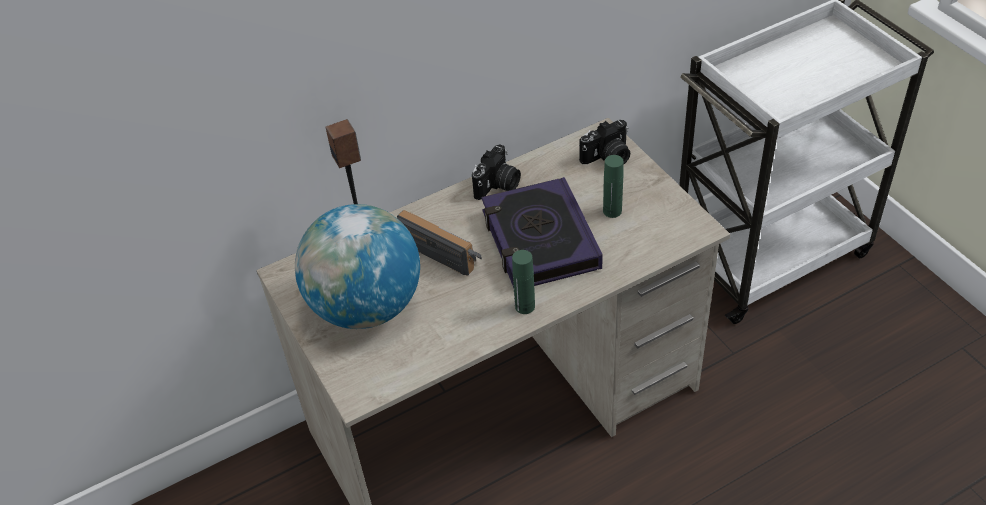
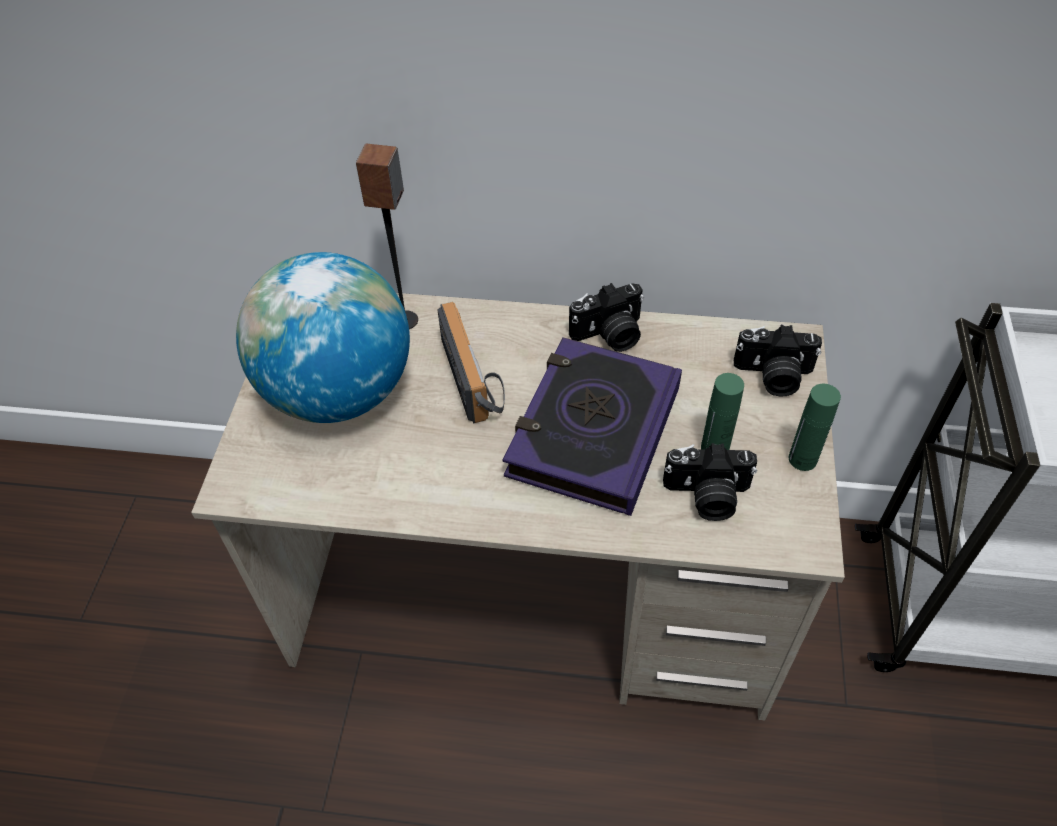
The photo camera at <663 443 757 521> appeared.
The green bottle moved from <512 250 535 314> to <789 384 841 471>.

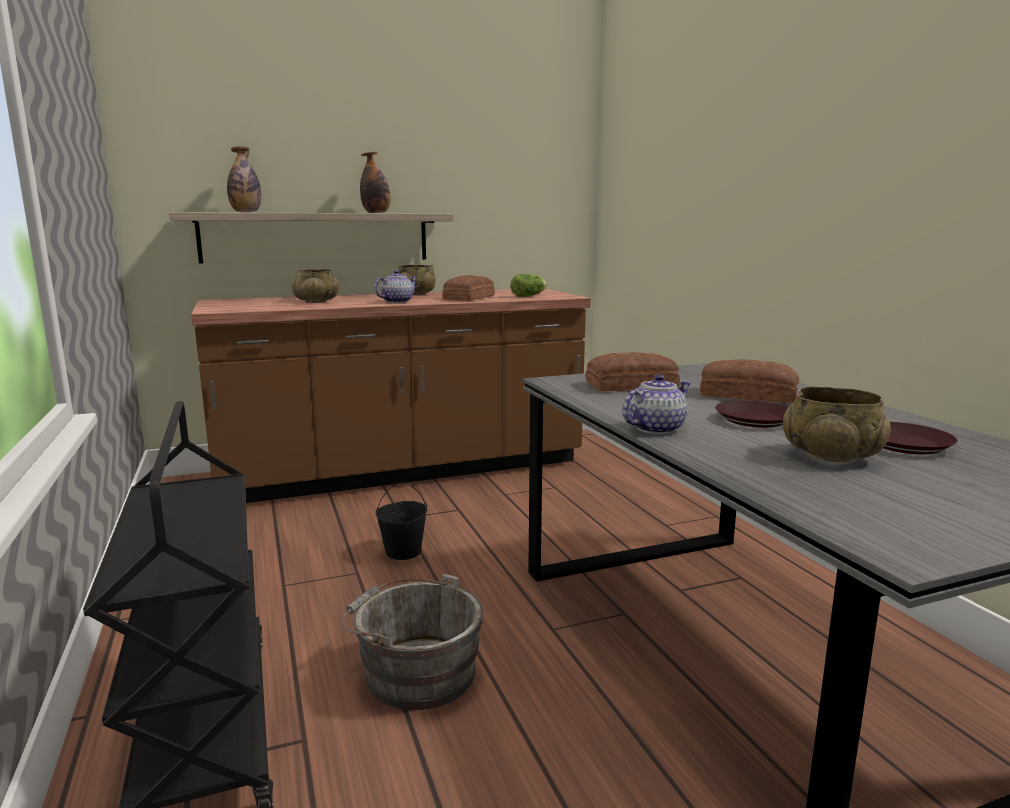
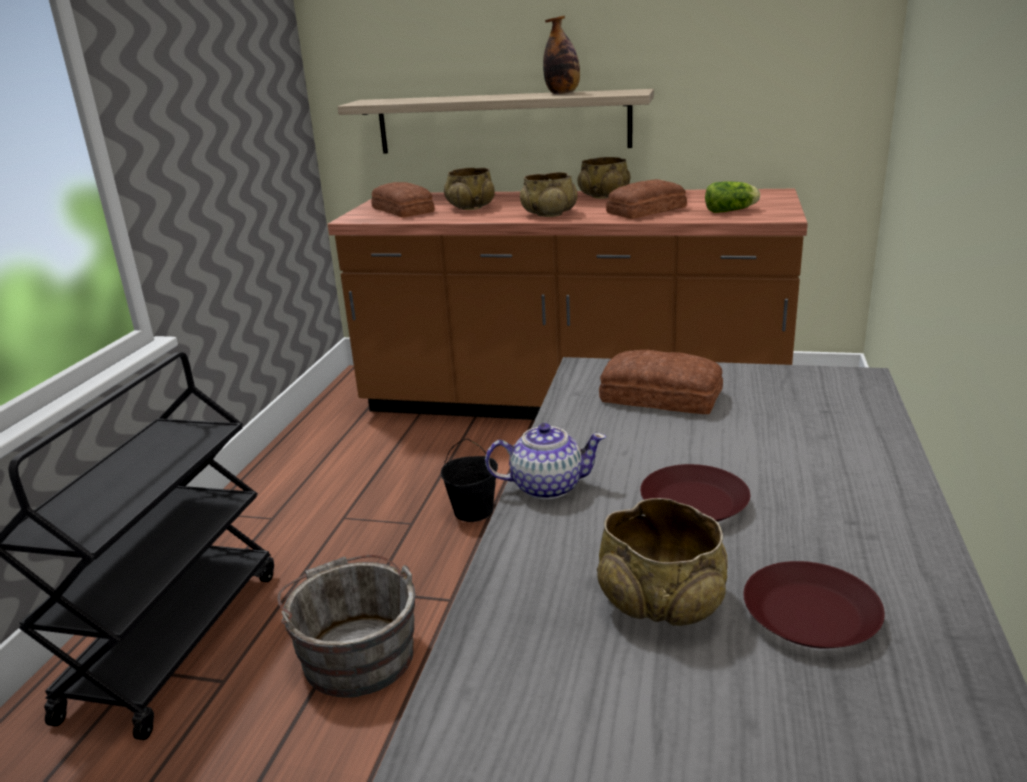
The bread moved from <700 359 799 403> to <371 182 435 217>.
The teapot at <375 270 417 303> was replaced by the beige bowl at <520 172 578 217>.
The bottle at <227 146 261 213> disappeared.

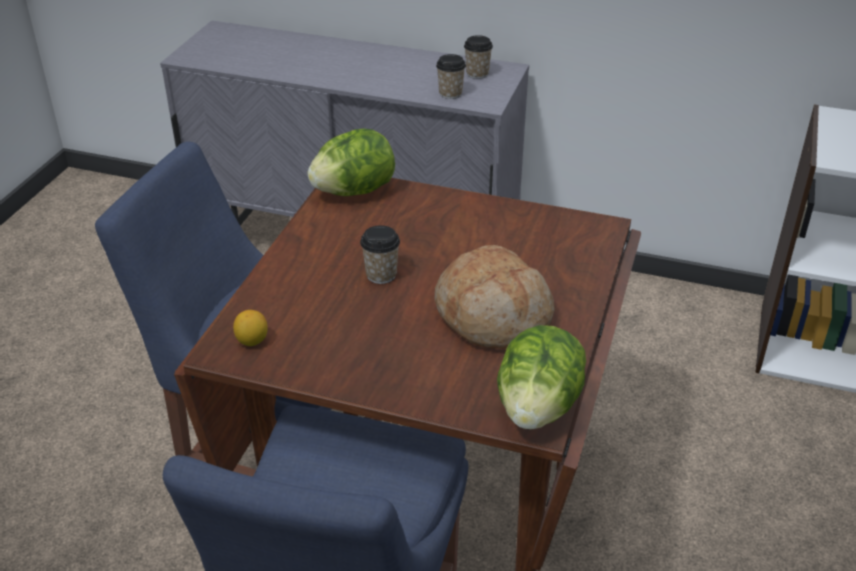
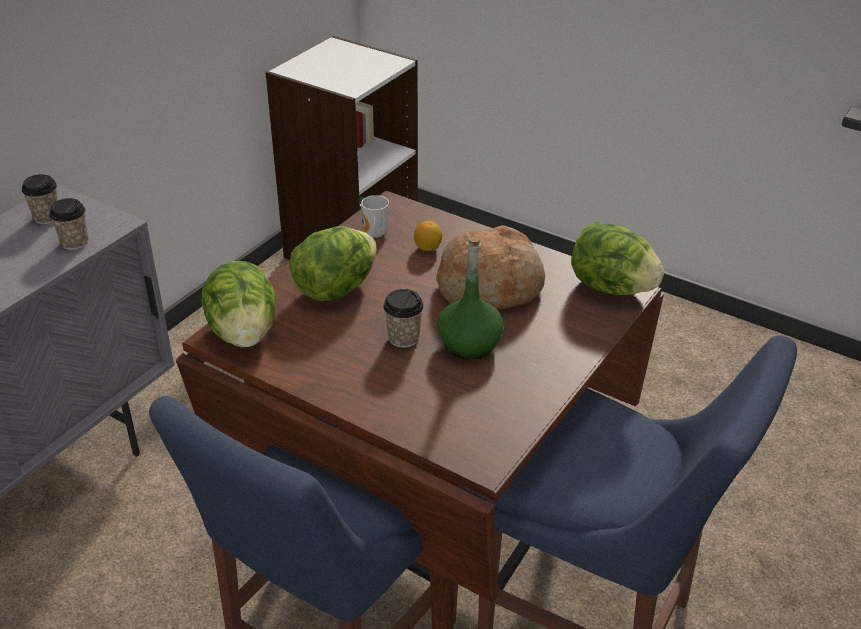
The lettuce at <289 226 377 301> appeared.
The mug at <361 195 389 238> appeared.
The lemon moved from <233 310 268 346> to <414 221 442 251>.
The green bottle at <437 237 504 359> appeared.

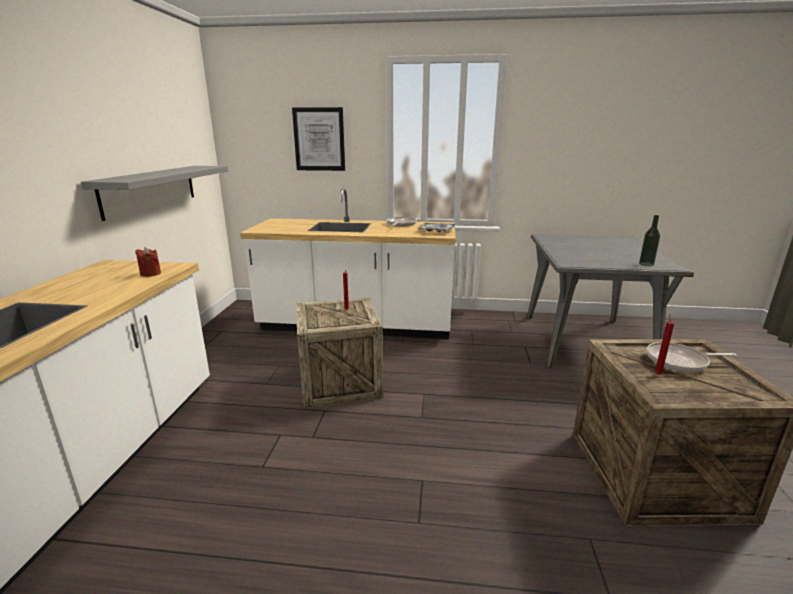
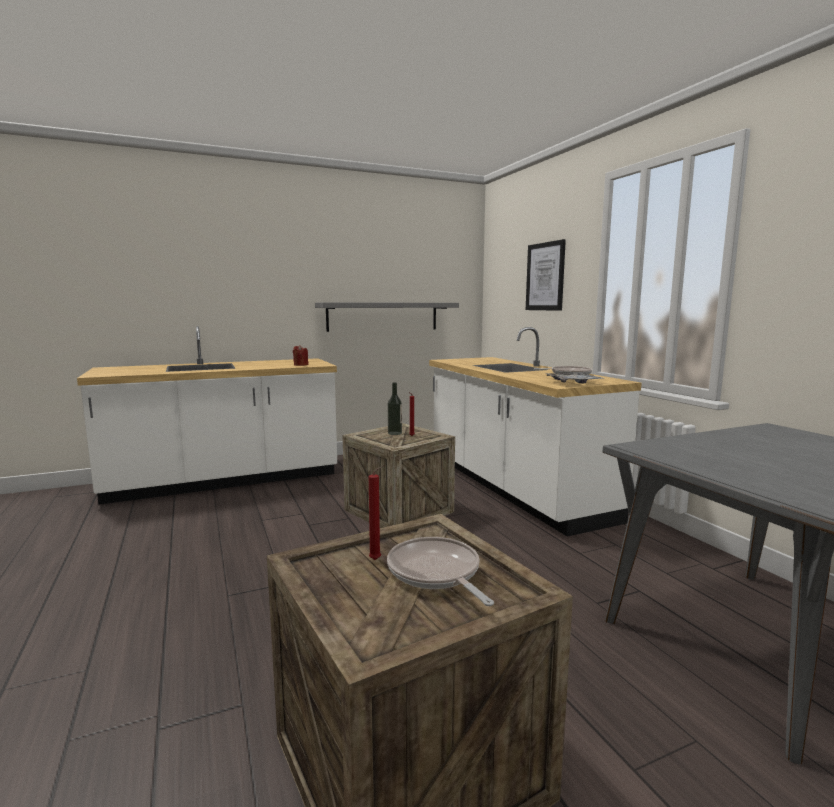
The bottle moved from <639 215 660 266> to <388 382 402 435>.

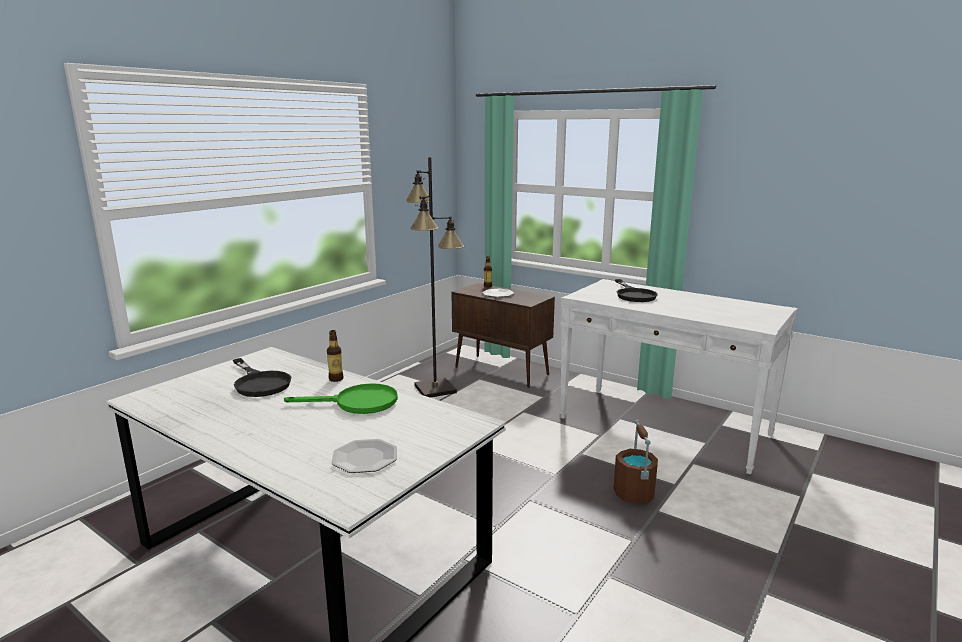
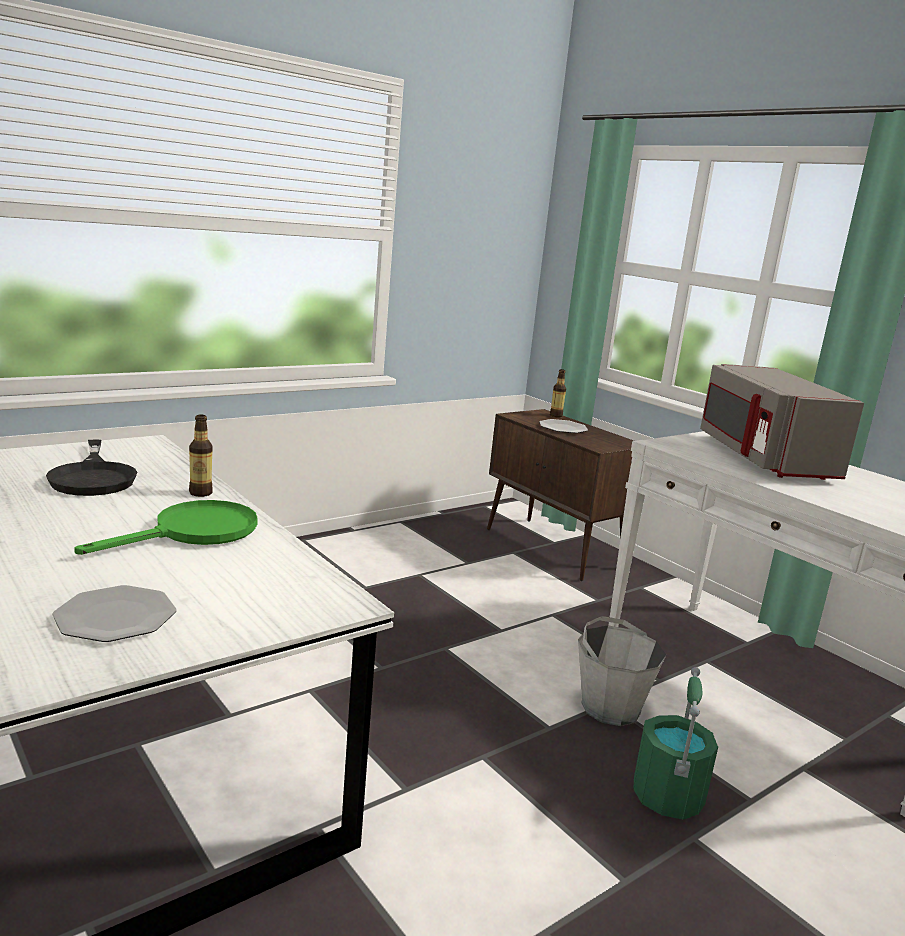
The green frying pan at <284 383 398 414> turned 60 degrees counterclockwise.
The grey bucket at <578 616 666 726> appeared.
The brown bucket at <613 420 658 504> became the green bucket at <633 667 718 820>.
The black frying pan at <615 279 658 302> was replaced by the grey microwave at <700 364 864 480>.
The black floor lamp at <405 157 464 398> disappeared.

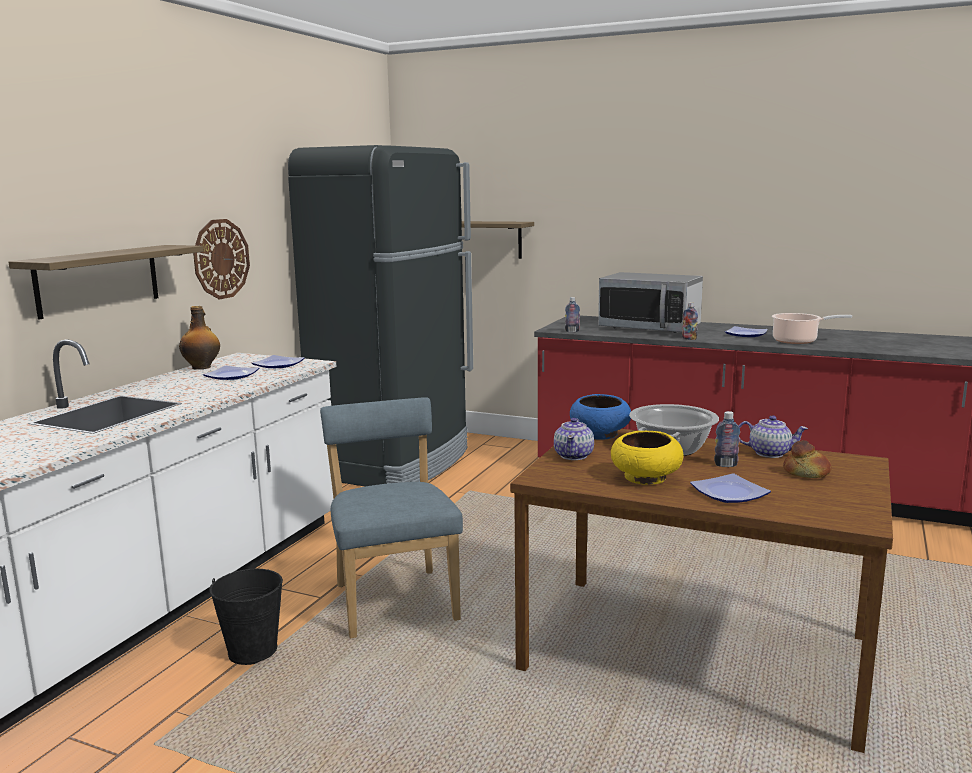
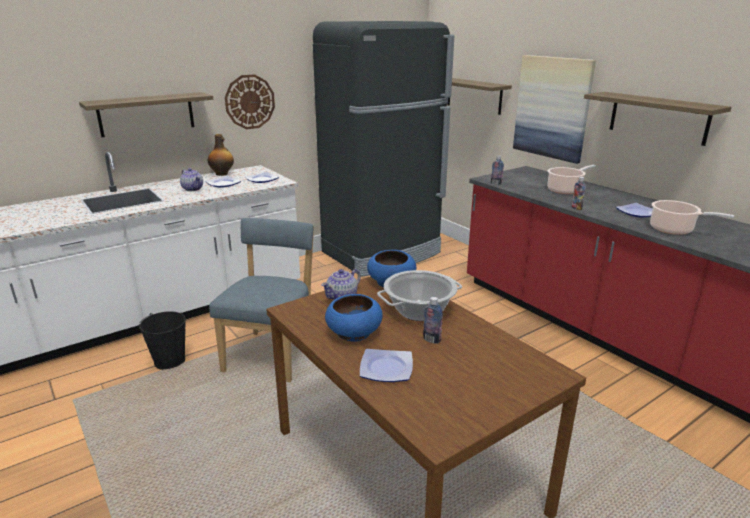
The teapot moved from <739 415 808 458> to <180 168 203 191>.
The yellow bowl at <611 431 684 485> became the blue bowl at <325 294 383 342>.
The picture at <513 55 596 164> appeared.
The microwave at <598 272 703 333> was replaced by the cooking pot at <547 165 596 194>.
The shelf at <584 92 732 146> appeared.
The bread at <783 440 832 478> disappeared.

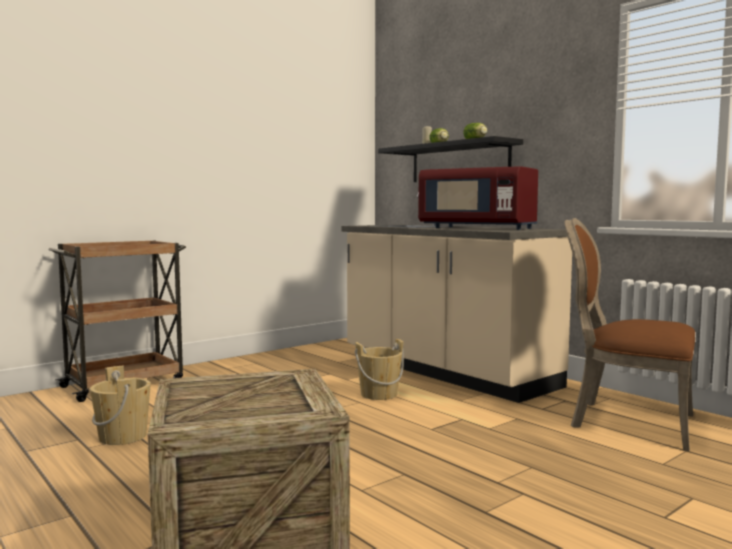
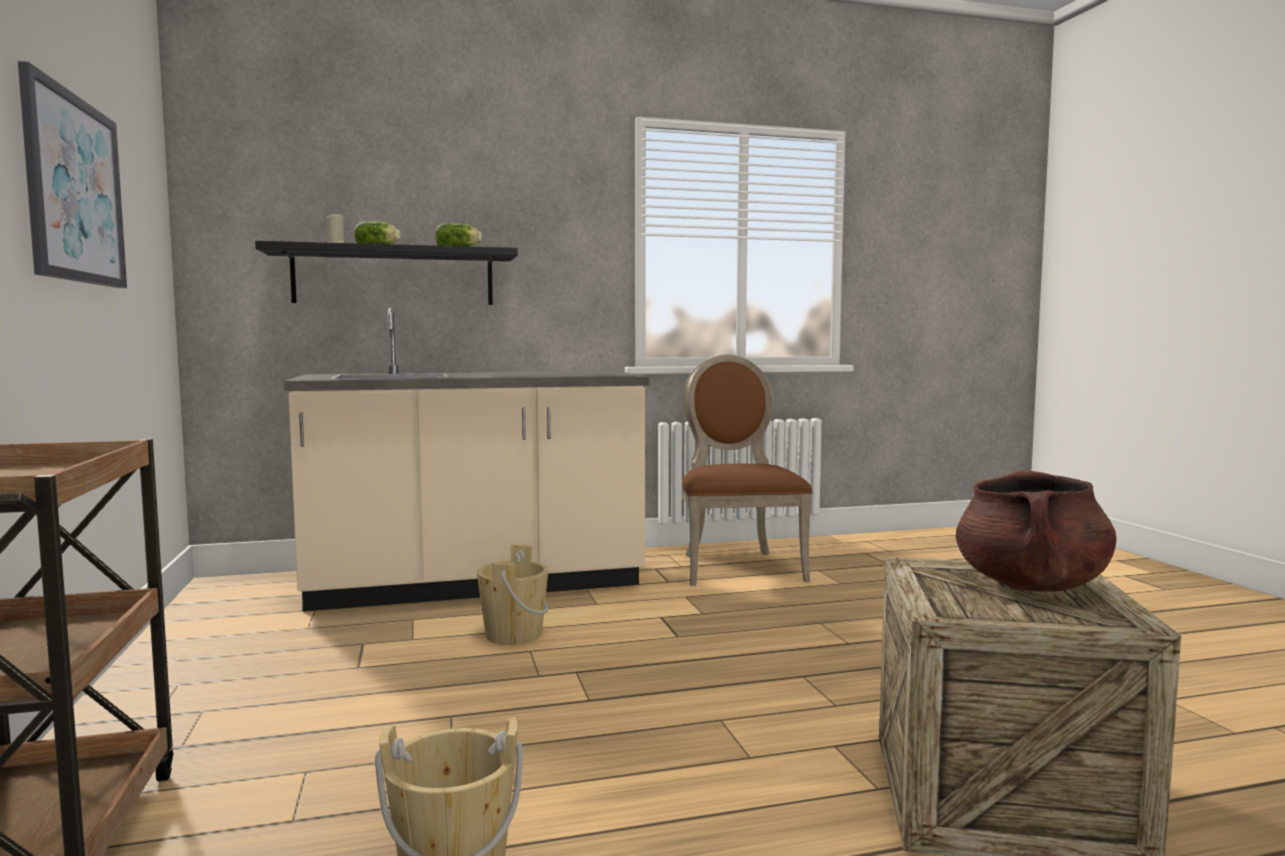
The picture at <18 61 127 288> appeared.
The brown chair at <564 218 695 451> turned 120 degrees clockwise.
The brown cooking pot at <956 471 1116 592> appeared.
The red microwave at <418 166 538 230> disappeared.

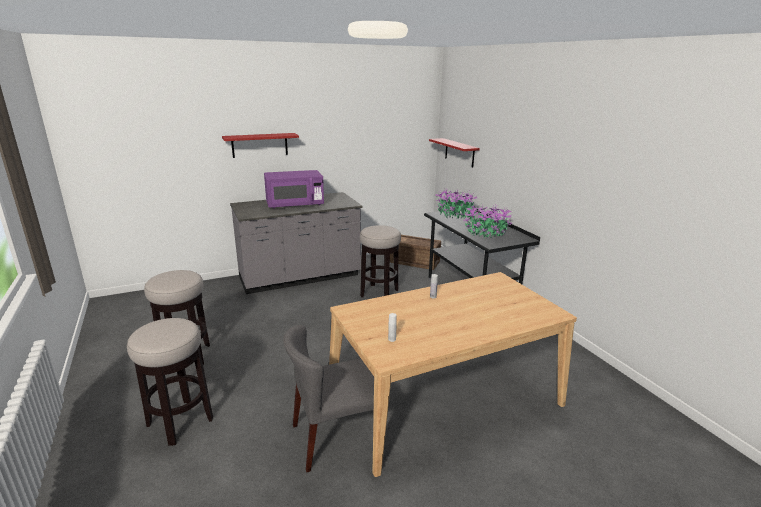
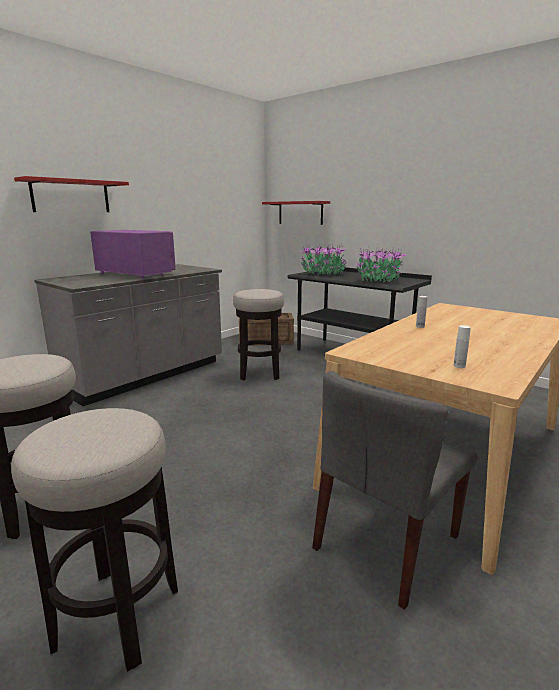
The purple microwave at <264 170 324 208> turned 105 degrees counterclockwise.

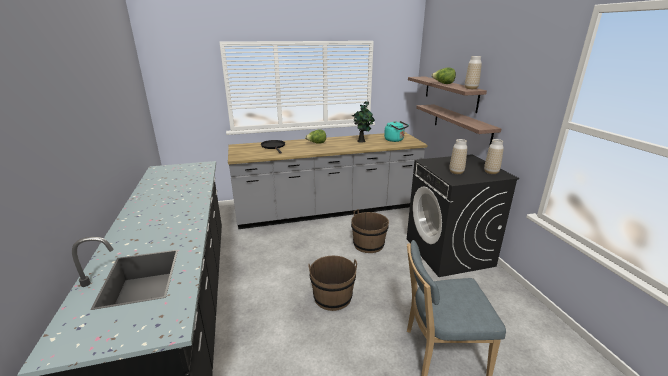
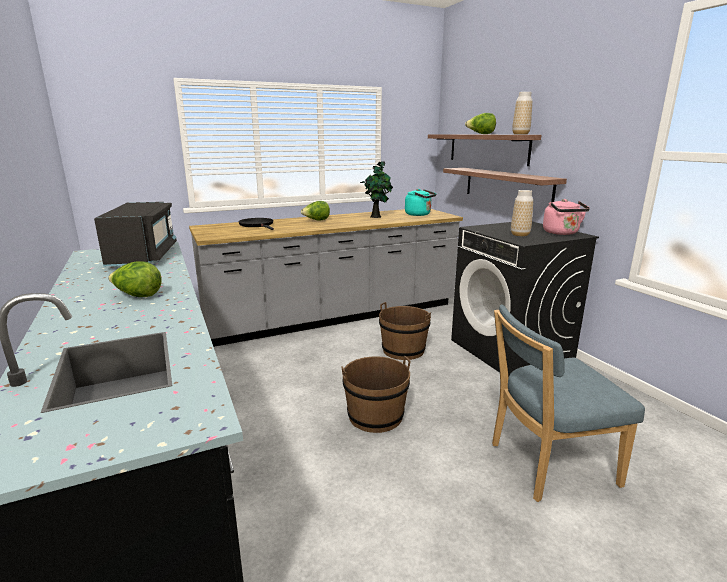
The black microwave at <94 202 177 266> appeared.
The lettuce at <108 261 162 297> appeared.
The vase at <484 139 504 174> was replaced by the pink kettle at <543 199 590 235>.

